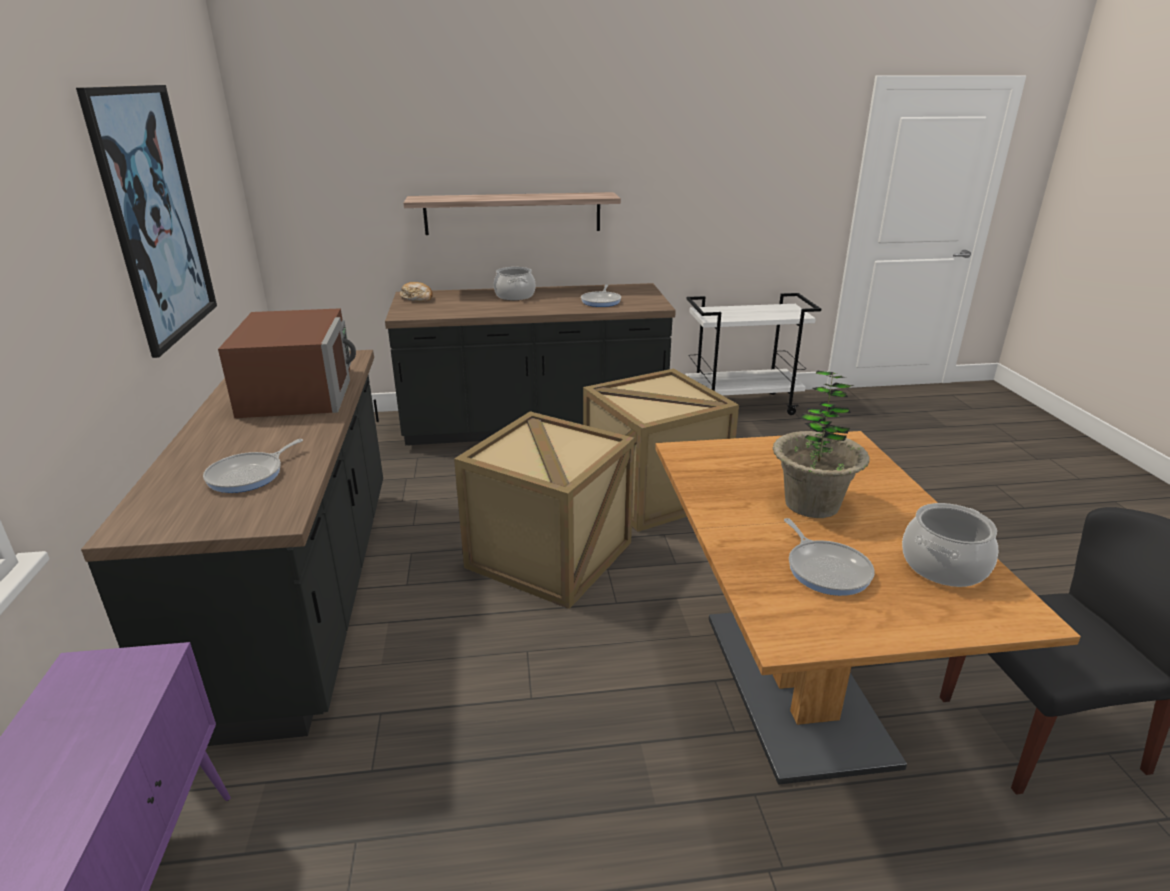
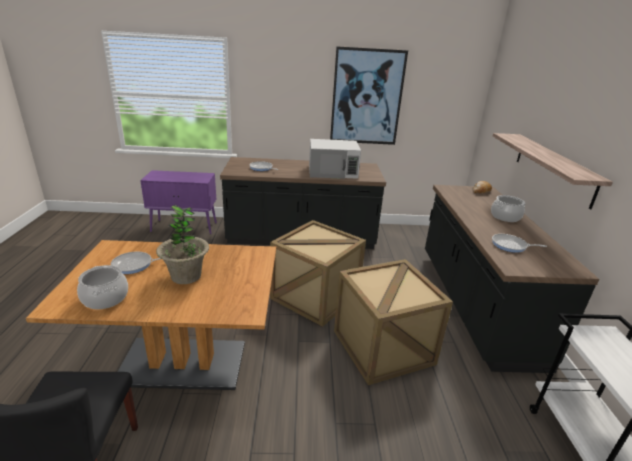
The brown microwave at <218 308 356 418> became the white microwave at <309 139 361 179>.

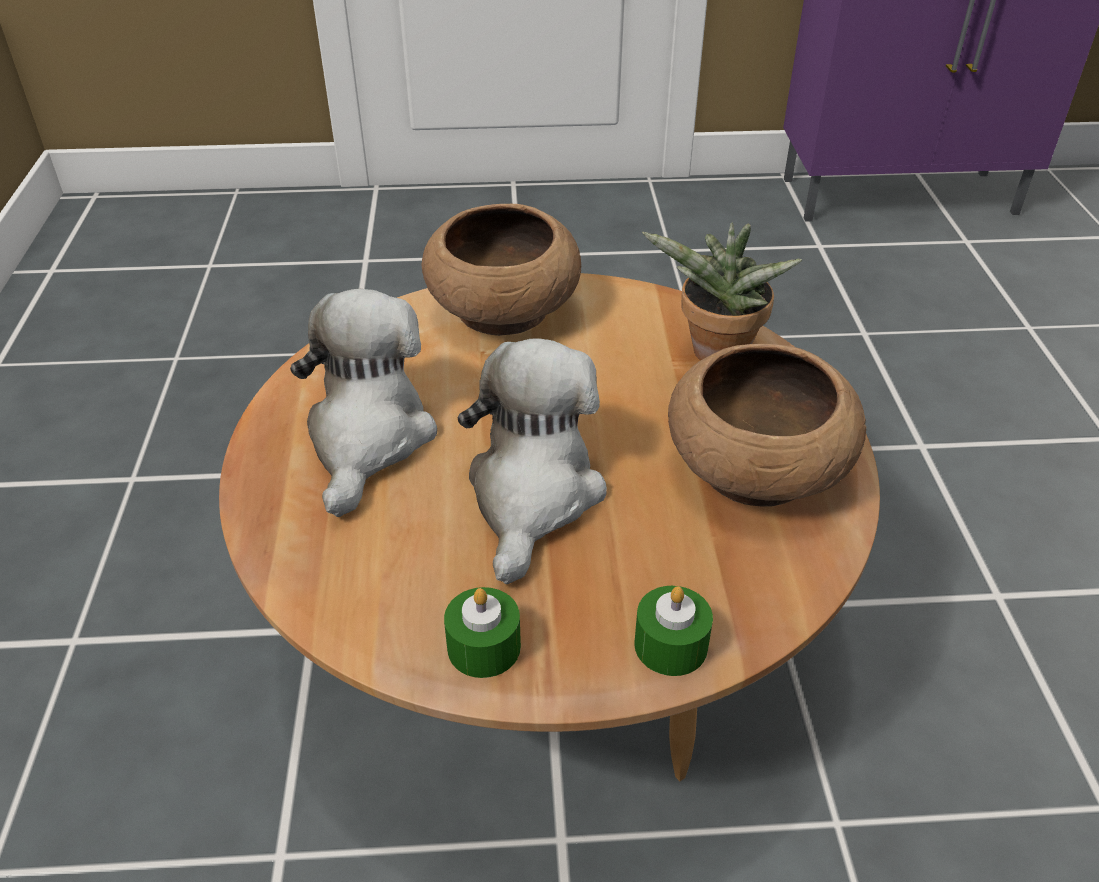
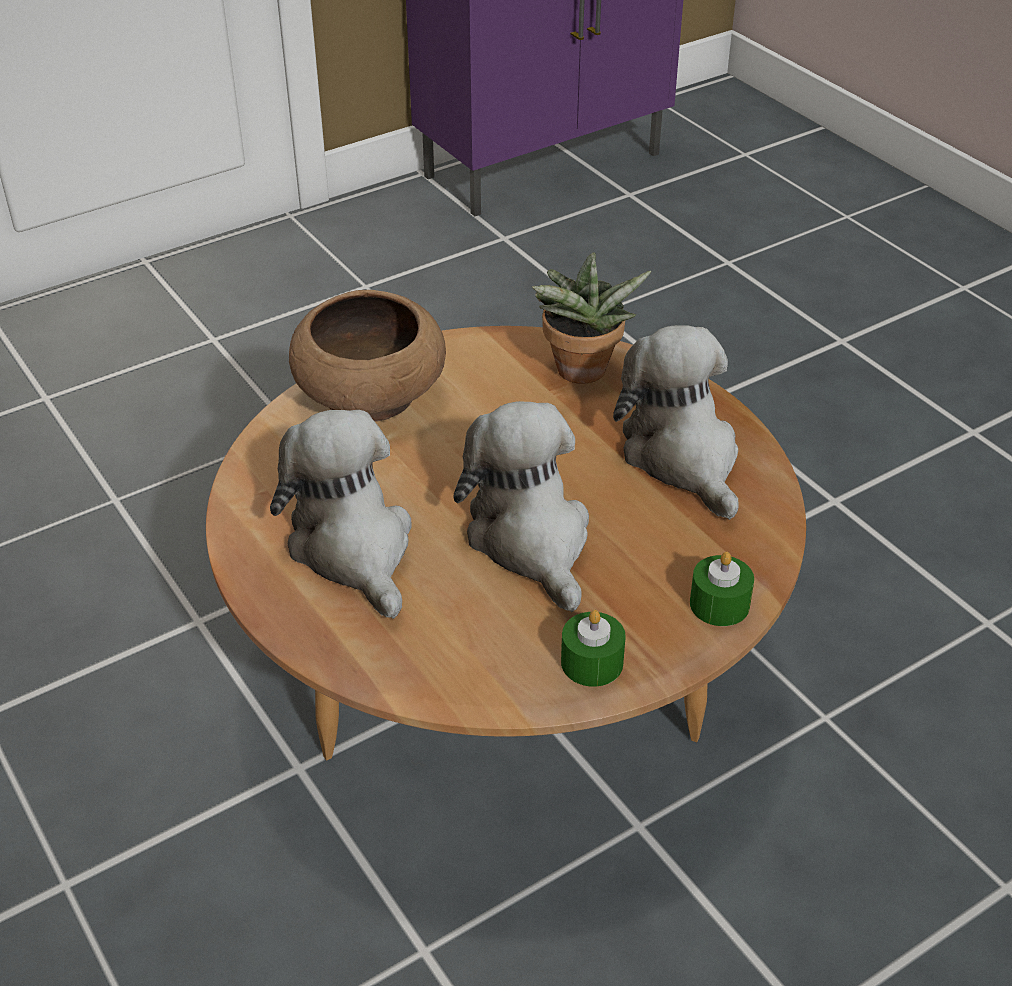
The brown bowl at <668 344 866 506> was replaced by the plush toy at <613 325 739 520>.

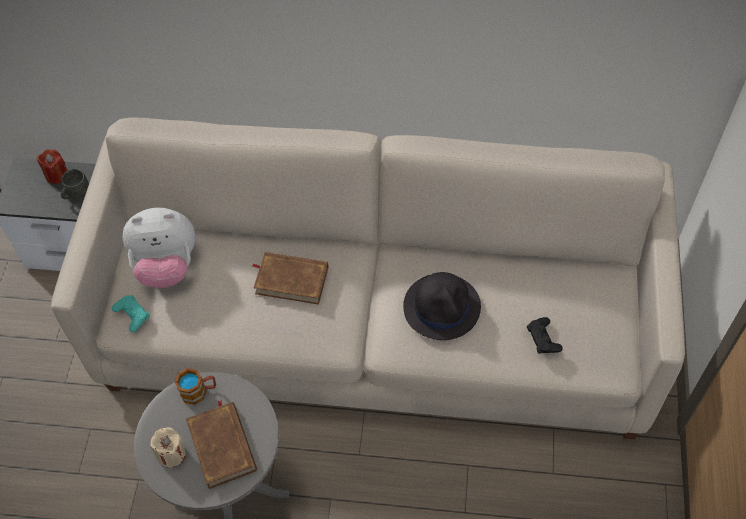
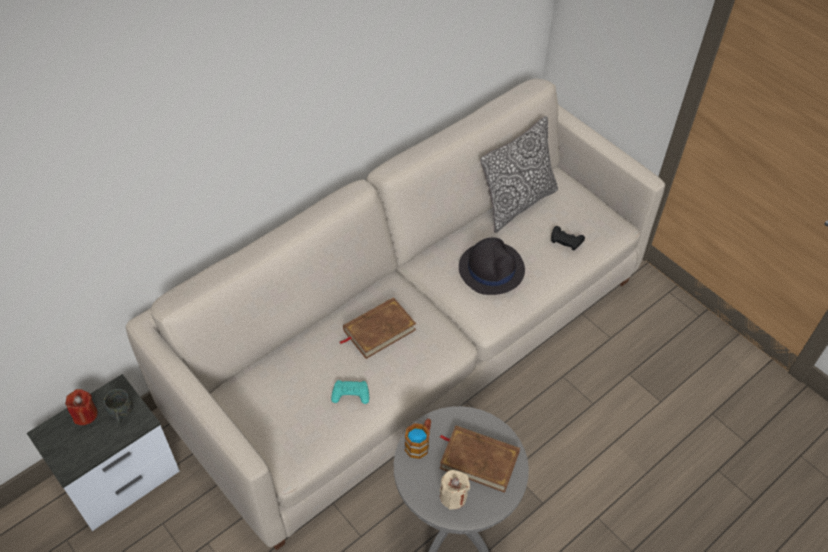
The turquoise game controller moved from <112 295 150 332> to <331 380 369 404>.
The pillow at <480 116 558 233> appeared.
The plush toy at <123 207 195 288> disappeared.

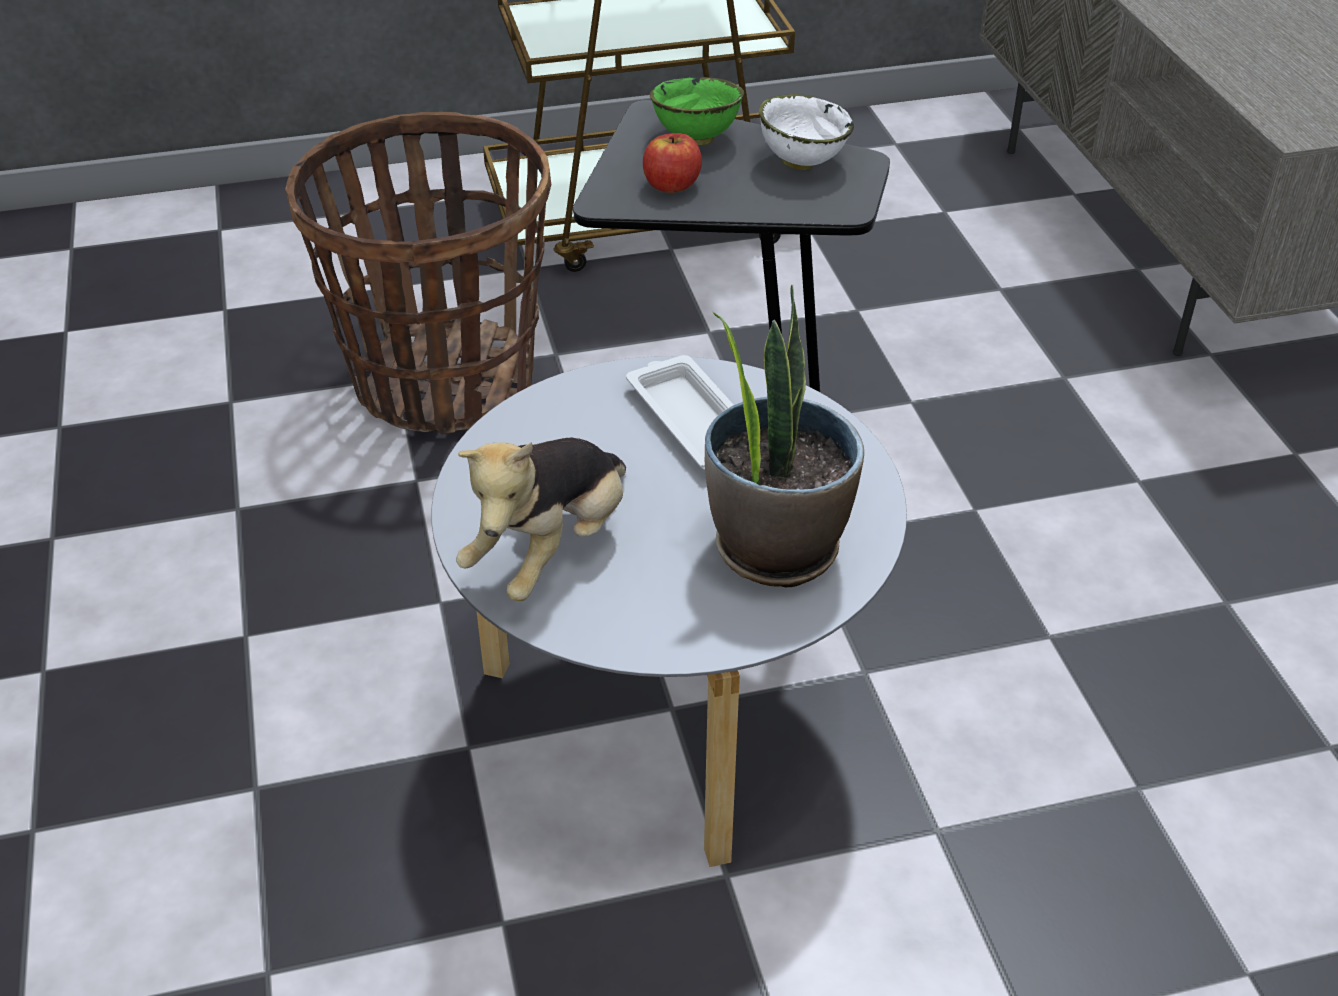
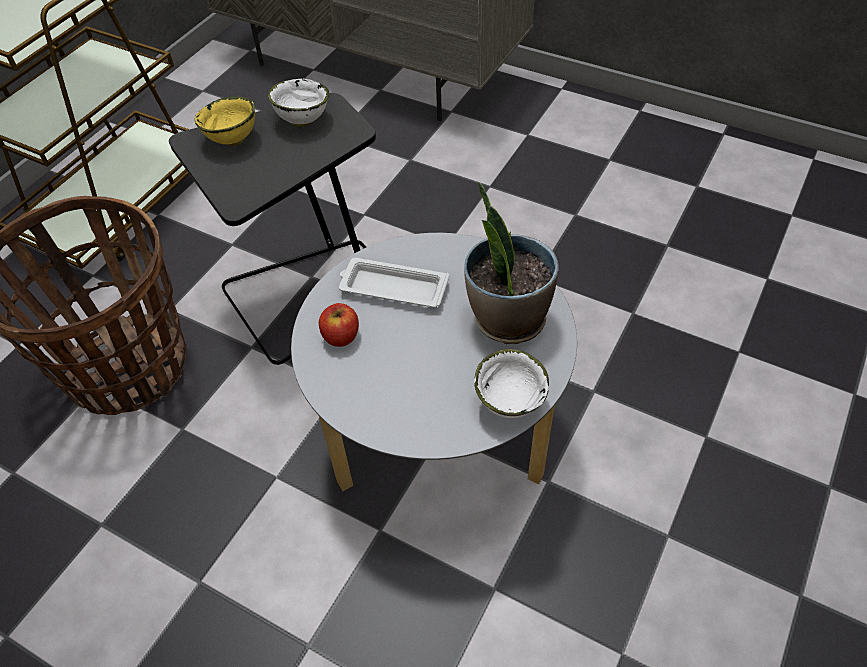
The green bowl at <650 77 744 146> became the yellow bowl at <195 97 255 147>.
The apple moved from <643 133 702 193> to <319 303 359 347>.
The white bowl at <474 349 549 418> appeared.
The plush toy at <456 437 626 601> disappeared.

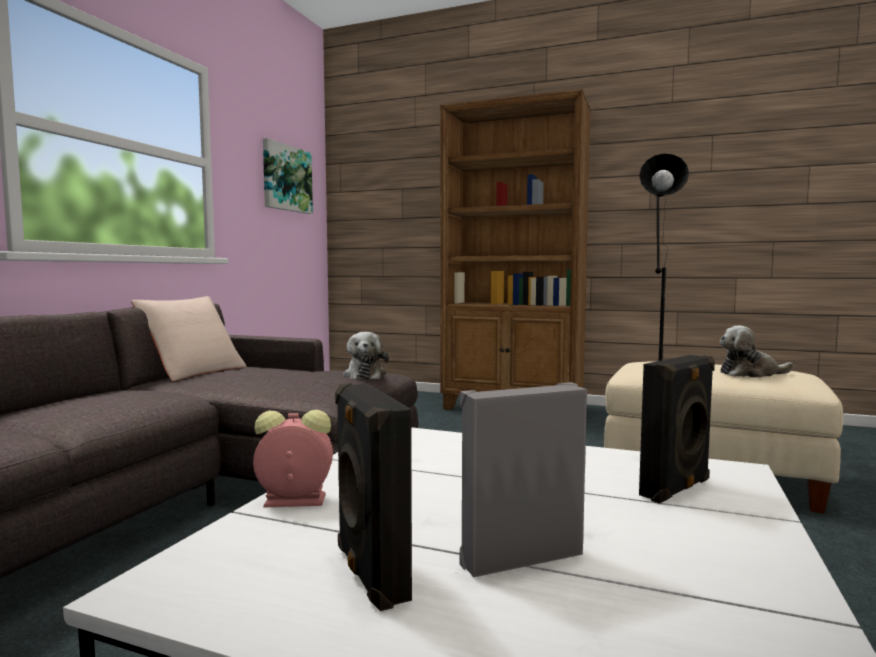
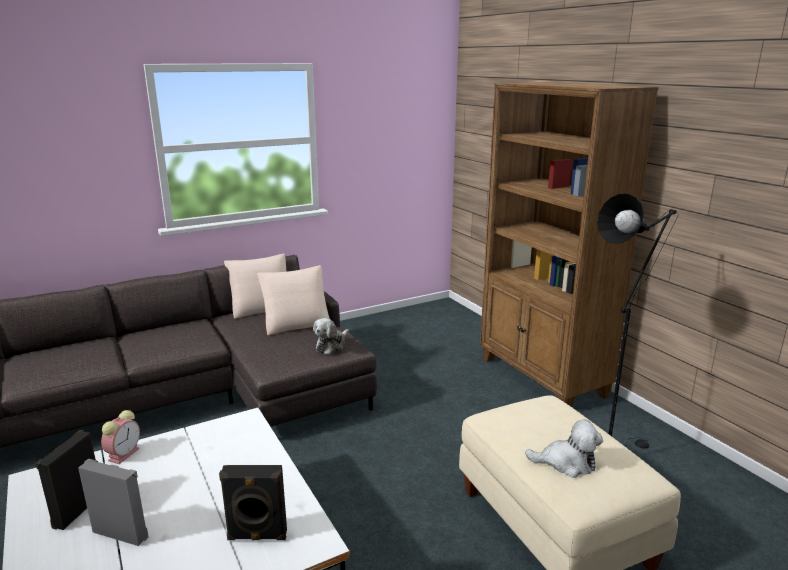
The alarm clock at <253 410 333 507> turned 75 degrees clockwise.
The beige pillow at <257 265 330 336> appeared.
The plush toy at <719 326 793 378> turned 150 degrees clockwise.
The picture at <263 138 313 214> disappeared.

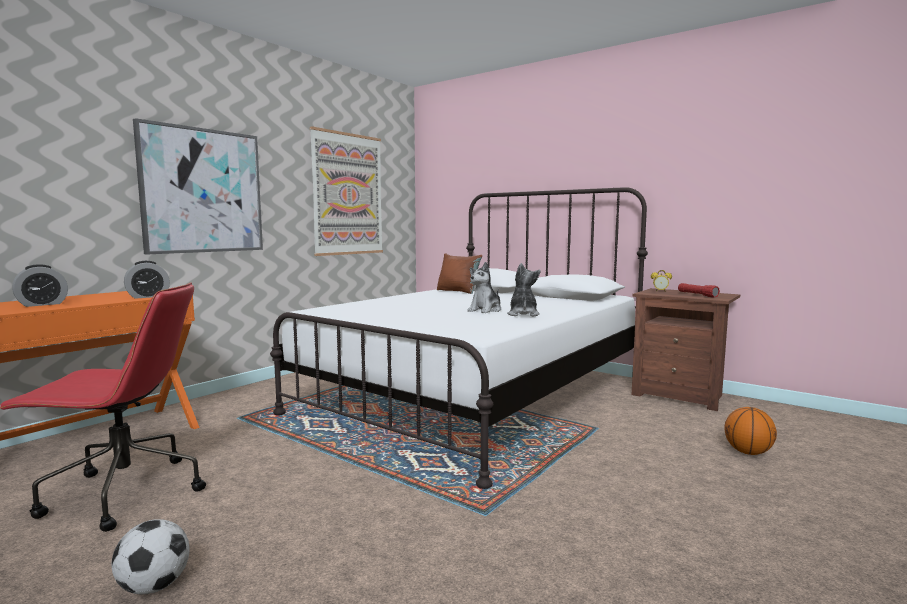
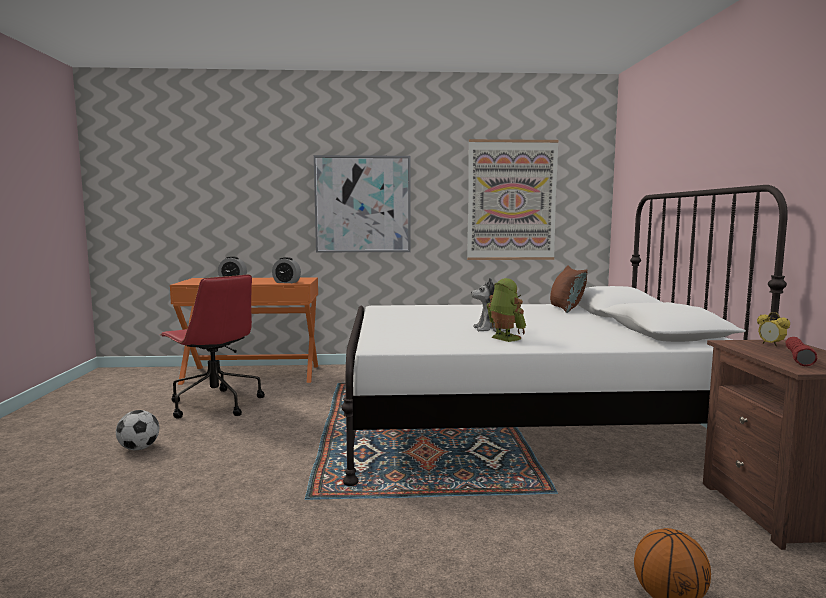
The plush toy at <507 263 540 317> was replaced by the toy robot at <487 278 526 342>.

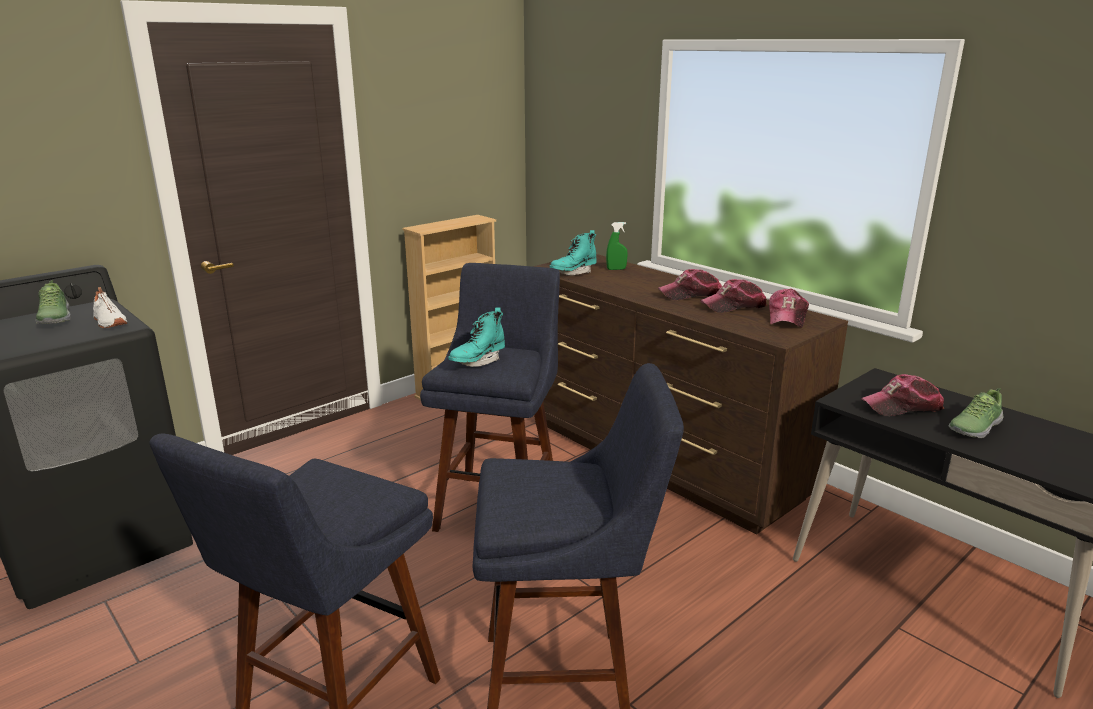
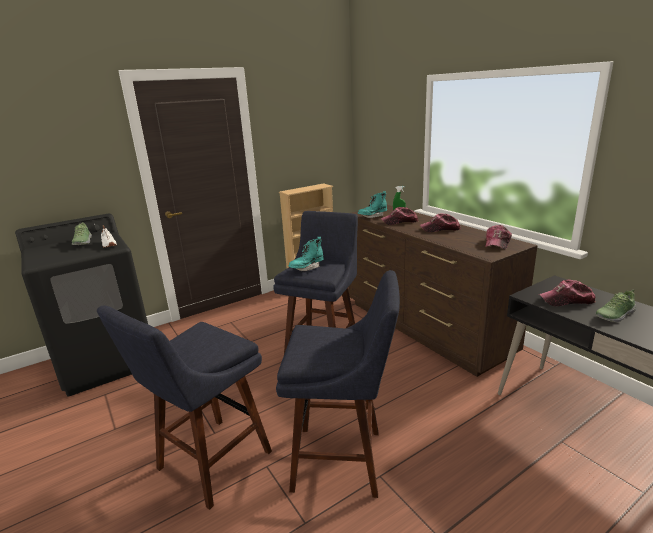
The cap moved from <700 279 767 313> to <381 207 418 225>.

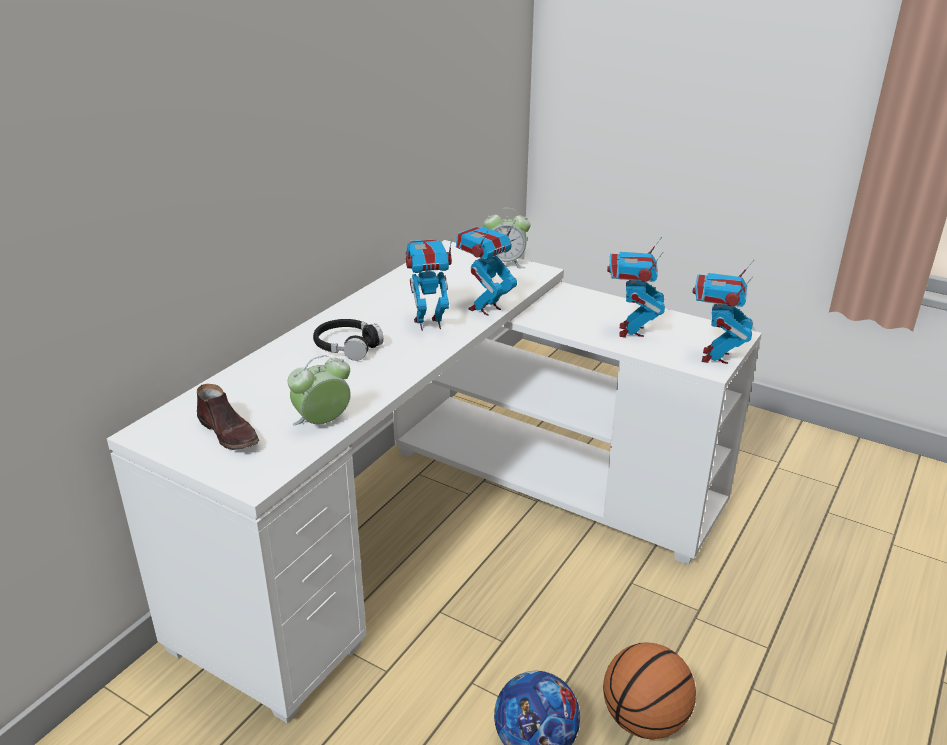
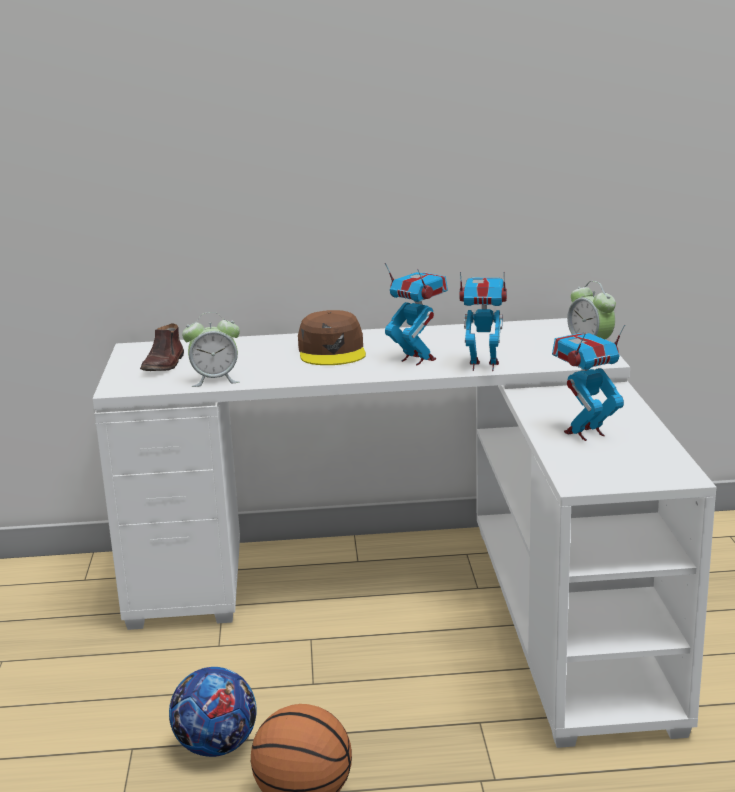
The alarm clock at <288 355 351 425> turned 150 degrees clockwise.
The black headphones at <313 319 384 361> was replaced by the brown cap at <298 310 366 365>.
The toy robot at <692 260 754 364> disappeared.

